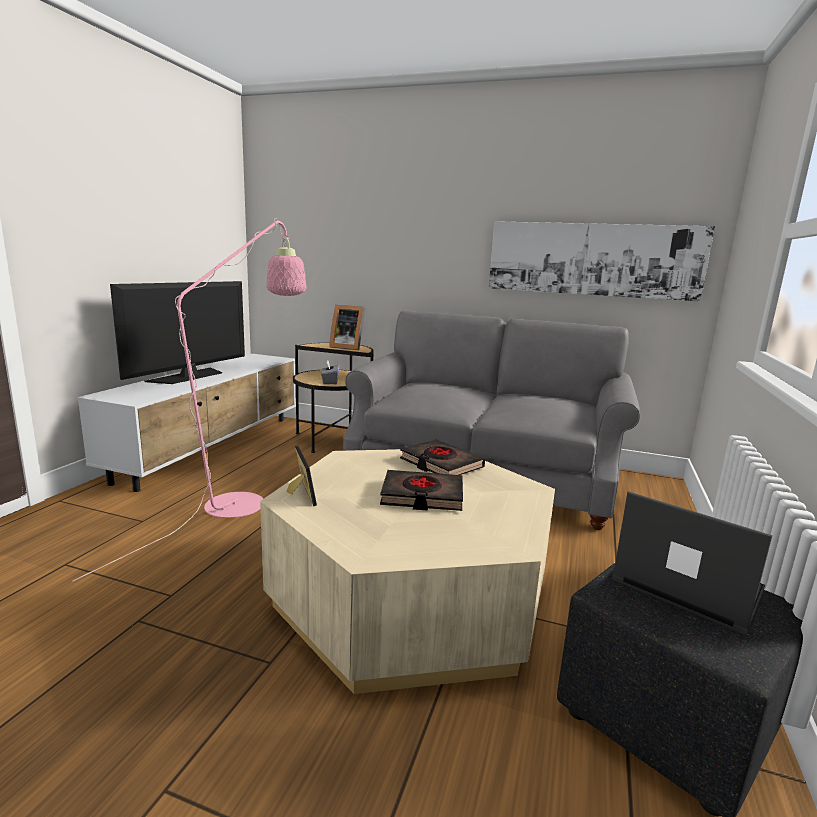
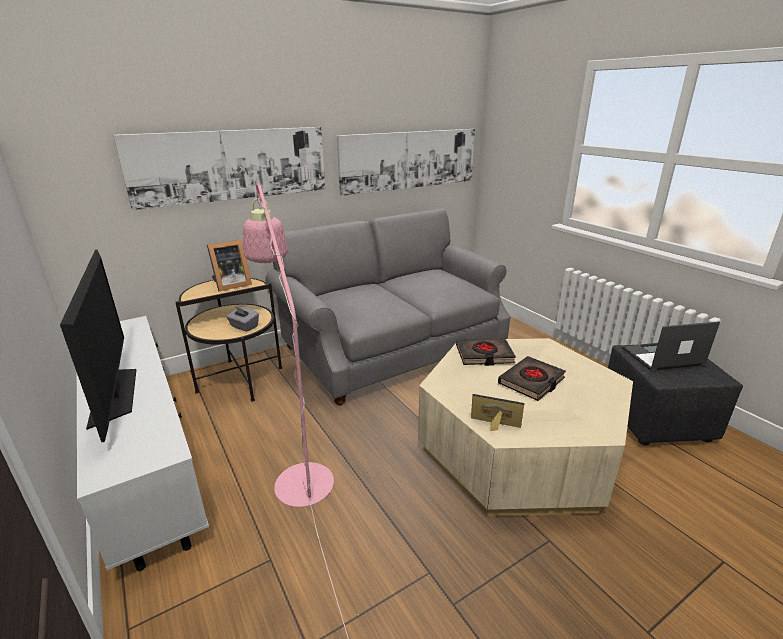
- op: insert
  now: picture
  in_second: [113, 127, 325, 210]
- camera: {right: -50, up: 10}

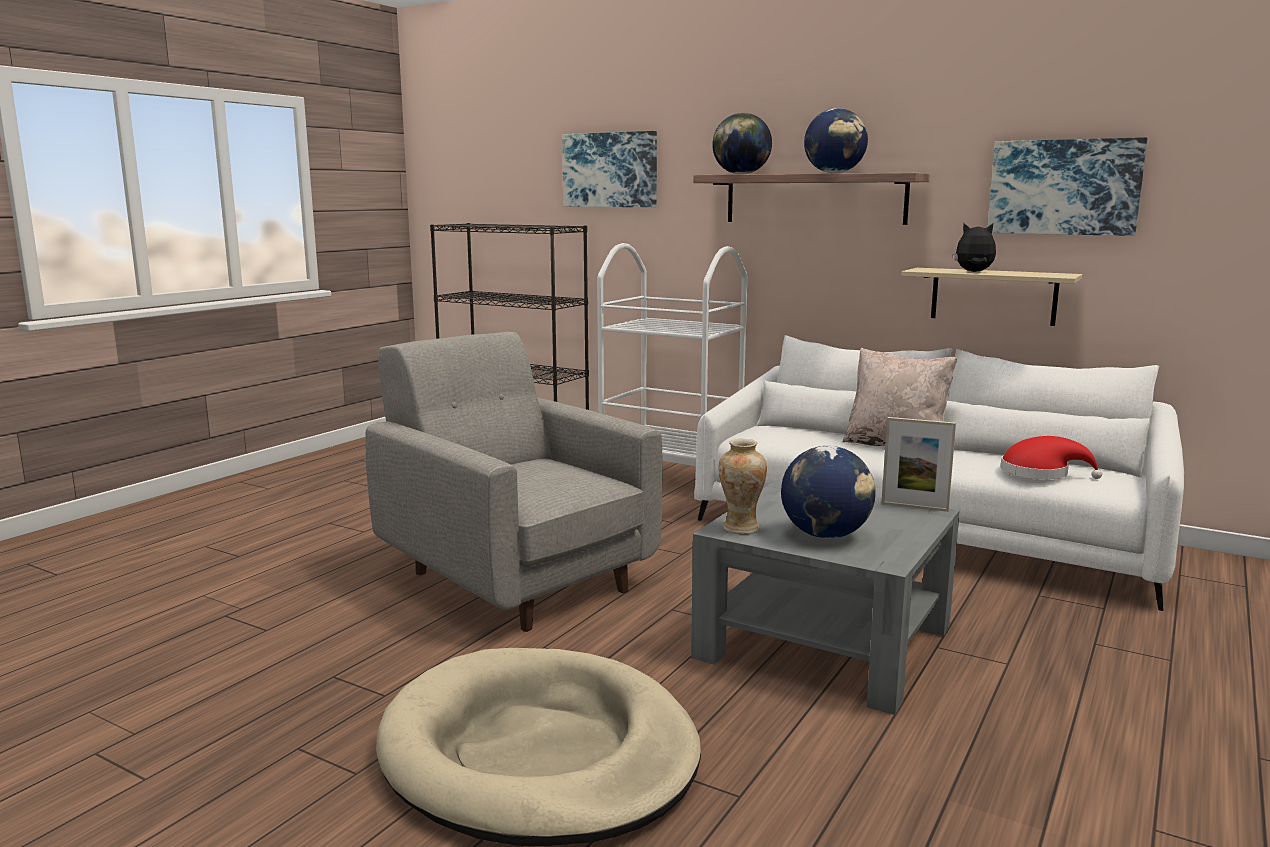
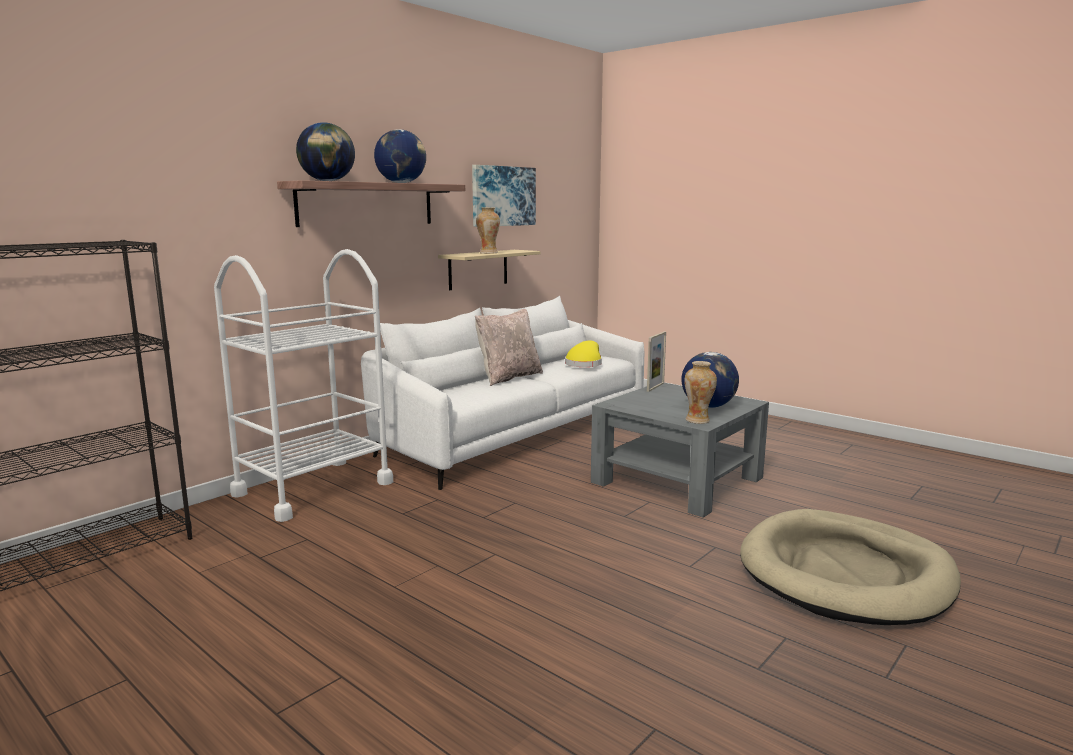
- op: delete
  was: armchair in grey
  in_first: [366, 332, 663, 632]
- op: delete
  was: picture
  in_first: [562, 131, 657, 207]
- op: replace
  was: plush toy
  now: vase
  in_first: [952, 223, 996, 272]
  in_second: [476, 208, 500, 254]
- op: recolor
  was: hat in red
  now: hat in yellow
  in_first: [1000, 436, 1102, 479]
  in_second: [565, 340, 602, 367]
- camera: {right: -80, up: 0}

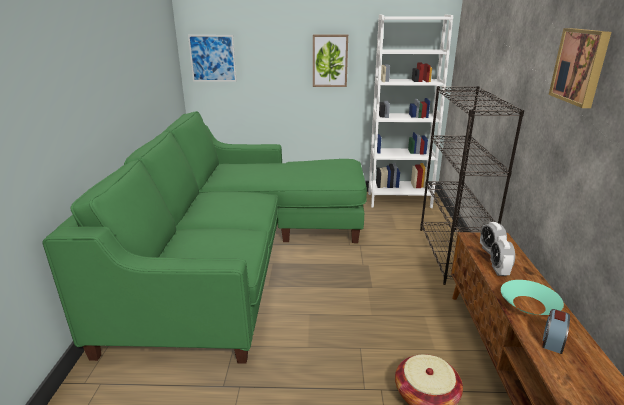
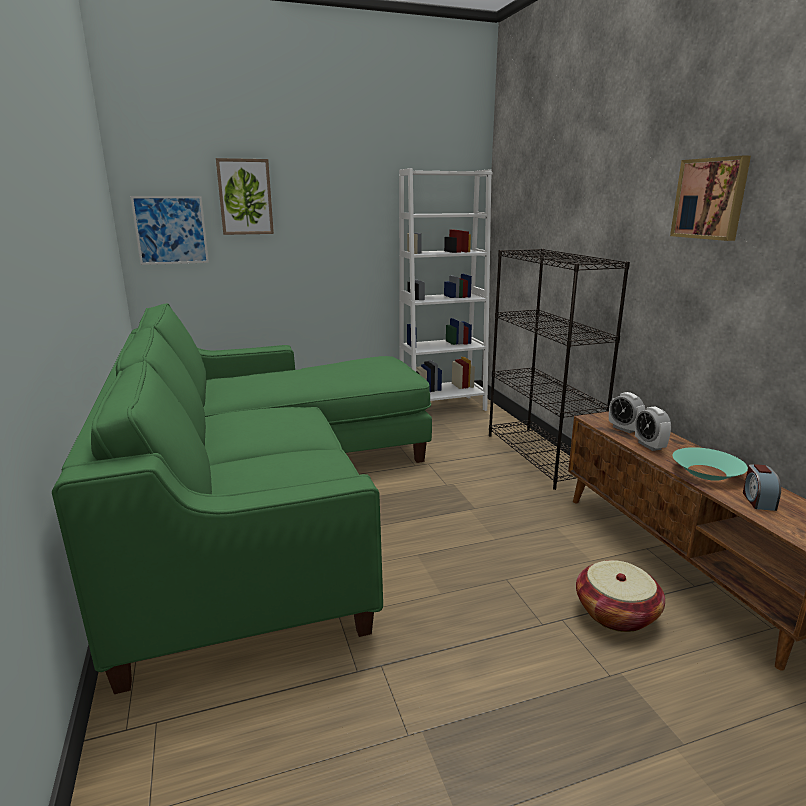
- op: move
  was: picture
  in_first: [313, 35, 348, 87]
  in_second: [216, 158, 274, 235]
- camera: {right: -20, up: -5}

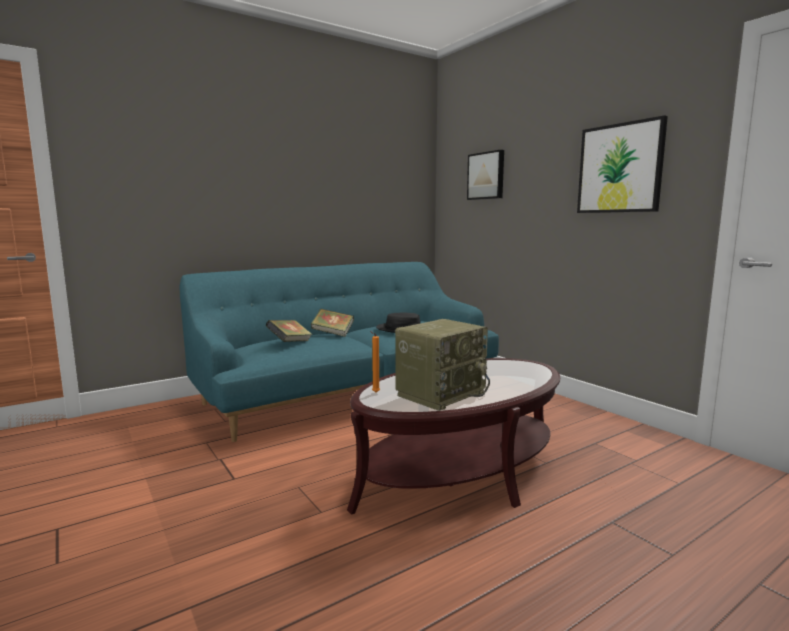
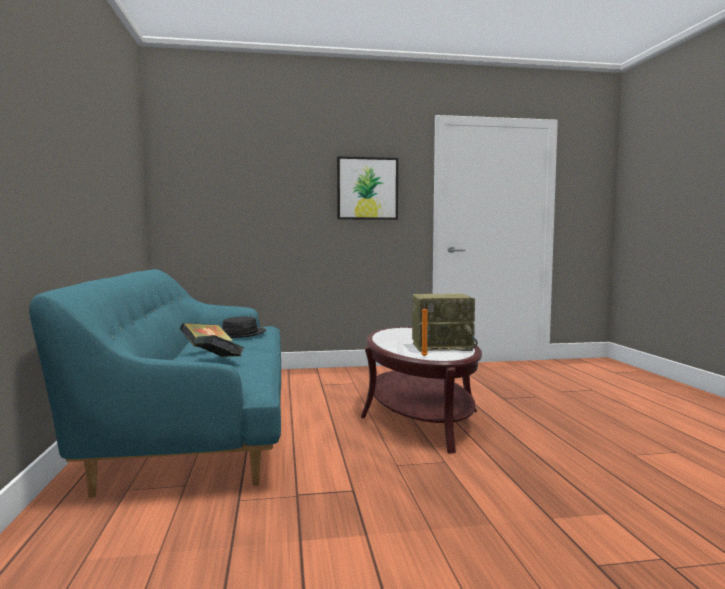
- op: rotate
  was: radio
  in_first: [395, 319, 490, 411]
  in_second: [412, 294, 477, 352]
  clockwise: 105
- op: delete
  was: picture
  in_first: [467, 150, 504, 200]
- camera: {right: -65, up: -5}

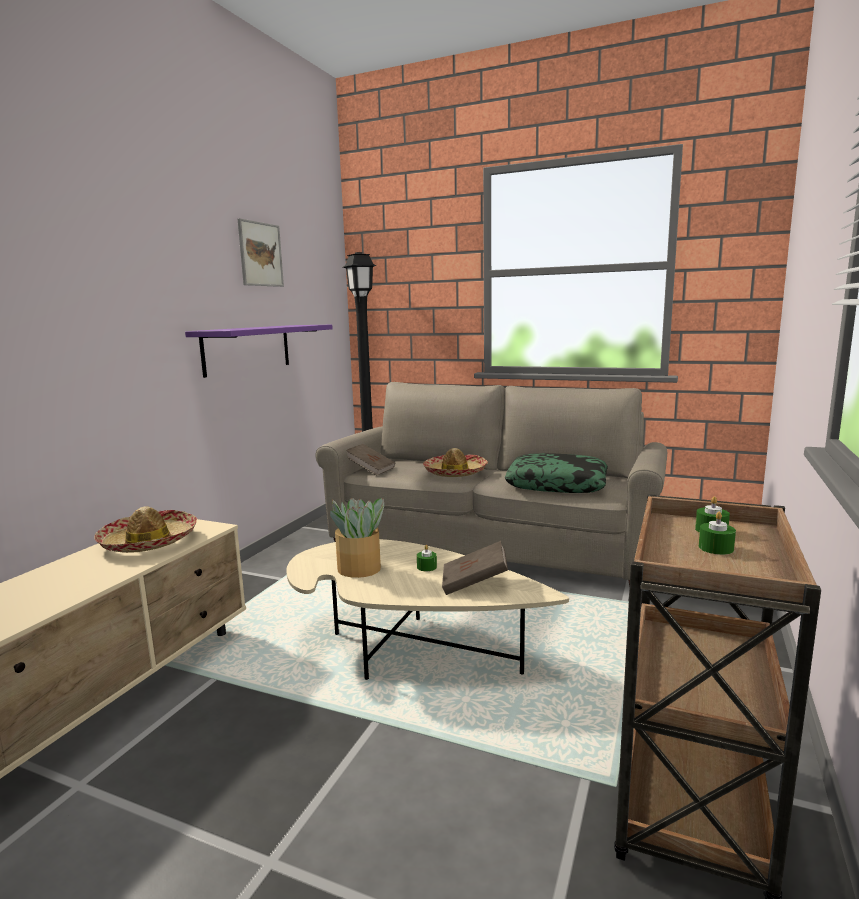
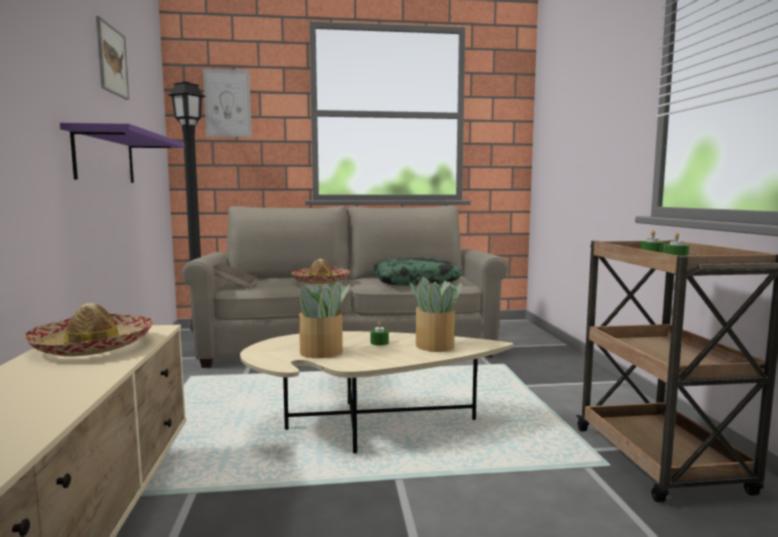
- op: replace
  was: book in brown
  now: potted plant
  in_first: [442, 541, 508, 595]
  in_second: [410, 276, 461, 352]
- op: insert
  now: picture
  in_second: [203, 69, 252, 137]
- camera: {right: -30, up: -5}

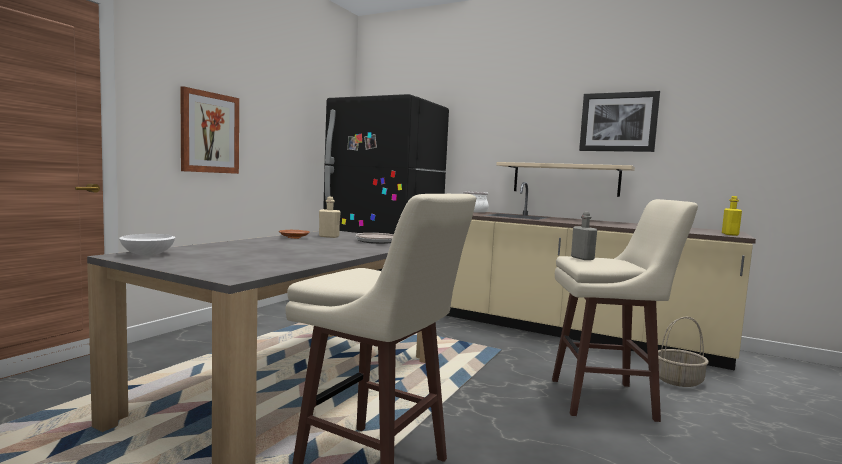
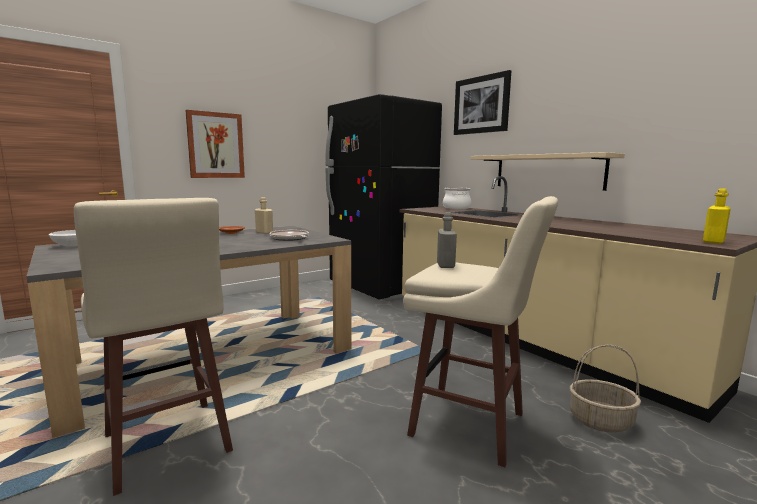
- op: move
  was: picture
  in_first: [579, 91, 660, 152]
  in_second: [454, 70, 511, 135]
- camera: {right: 25, up: 5}

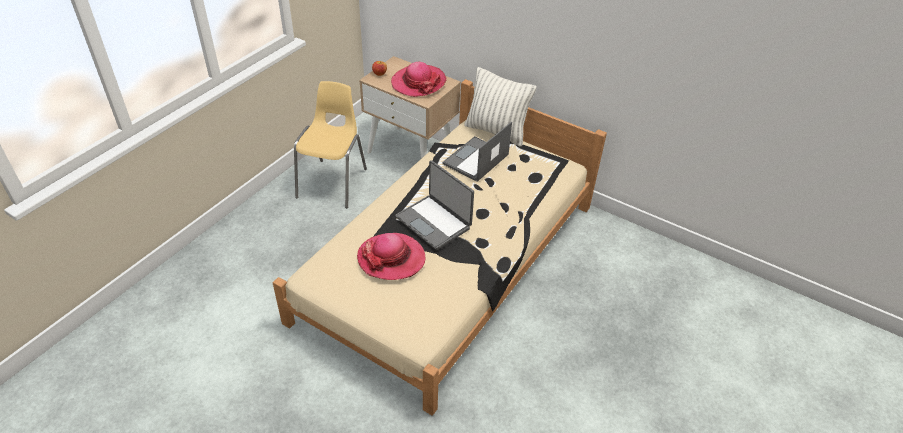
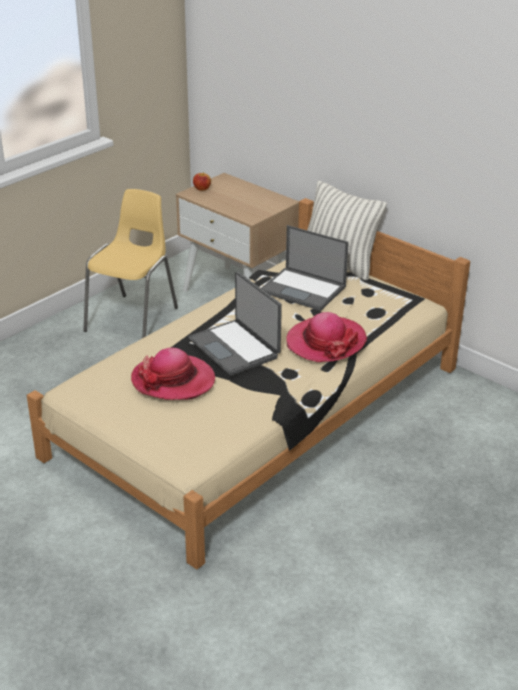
- op: move
  was: hat
  in_first: [391, 62, 447, 97]
  in_second: [286, 312, 367, 362]
- op: rotate
  was: laptop
  in_first: [442, 121, 512, 182]
  in_second: [261, 225, 349, 311]
  clockwise: -105
- camera: {right: 10, up: -10}

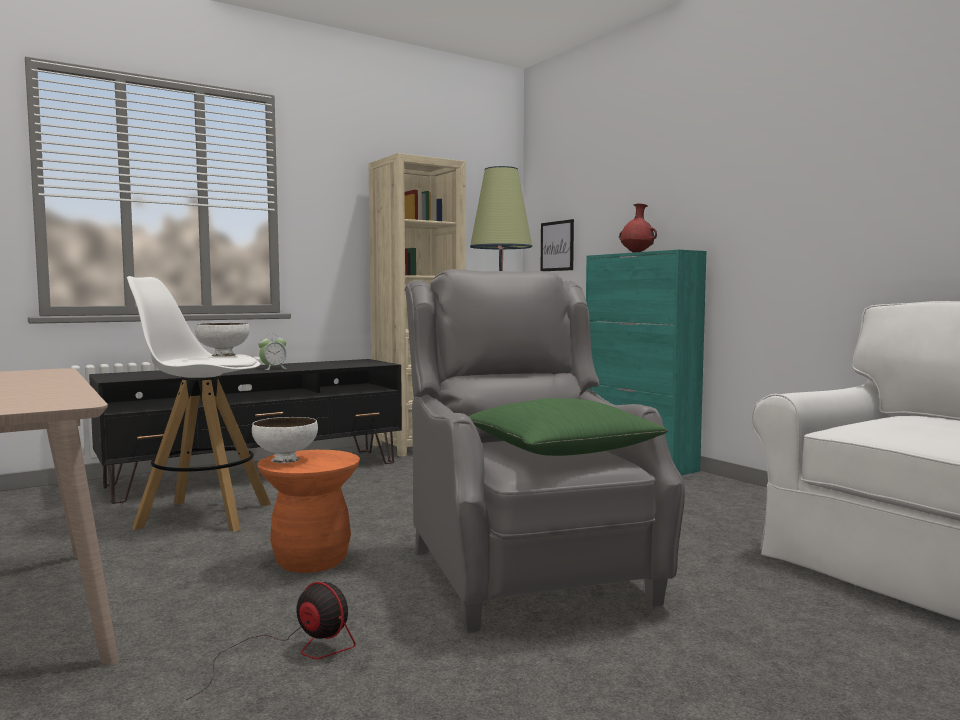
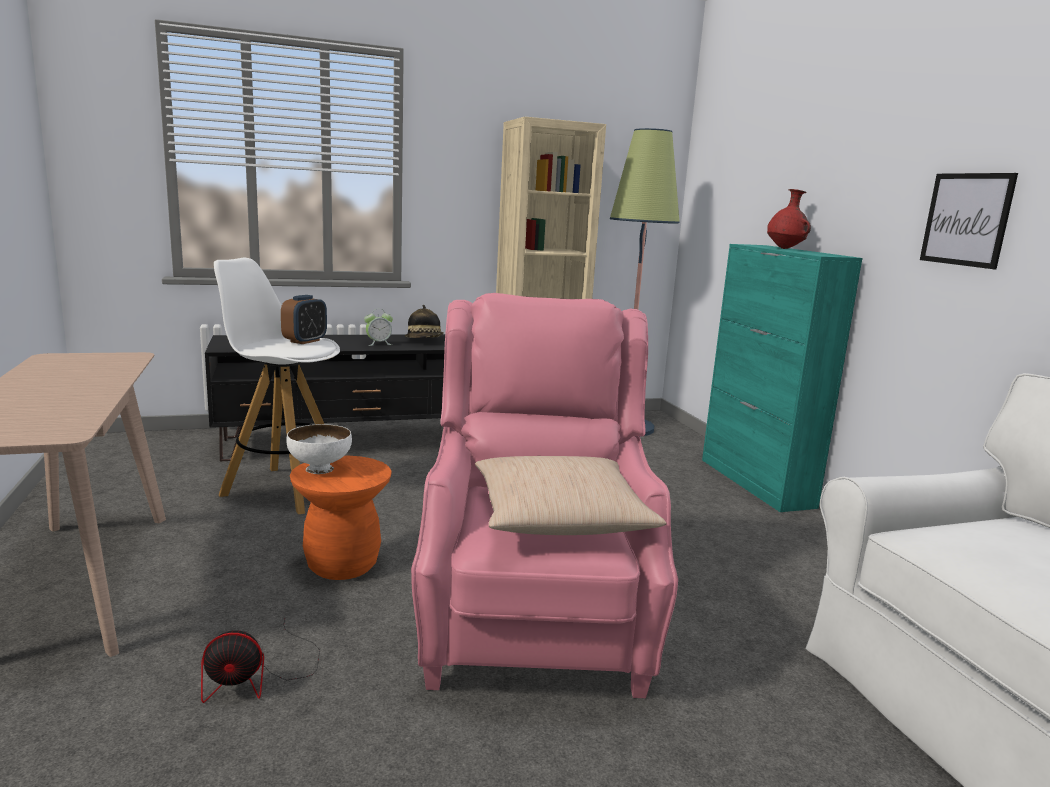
- op: rotate
  was: fan
  in_first: [186, 582, 355, 700]
  in_second: [201, 619, 320, 703]
  clockwise: 120
- op: replace
  was: bowl in white
  now: alarm clock
  in_first: [195, 323, 250, 357]
  in_second: [281, 295, 327, 344]
- op: recolor
  was: armchair in grey
  now: armchair in pink
  in_first: [404, 269, 685, 633]
  in_second: [411, 293, 678, 698]
- op: recolor
  was: pillow in green
  now: pillow in beige
  in_first: [468, 398, 668, 456]
  in_second: [475, 456, 667, 535]
- op: move
  was: picture
  in_first: [541, 219, 574, 271]
  in_second: [920, 173, 1018, 269]
- op: insert
  now: hat
  in_second: [405, 305, 444, 338]
- camera: {right: 15, up: 10}

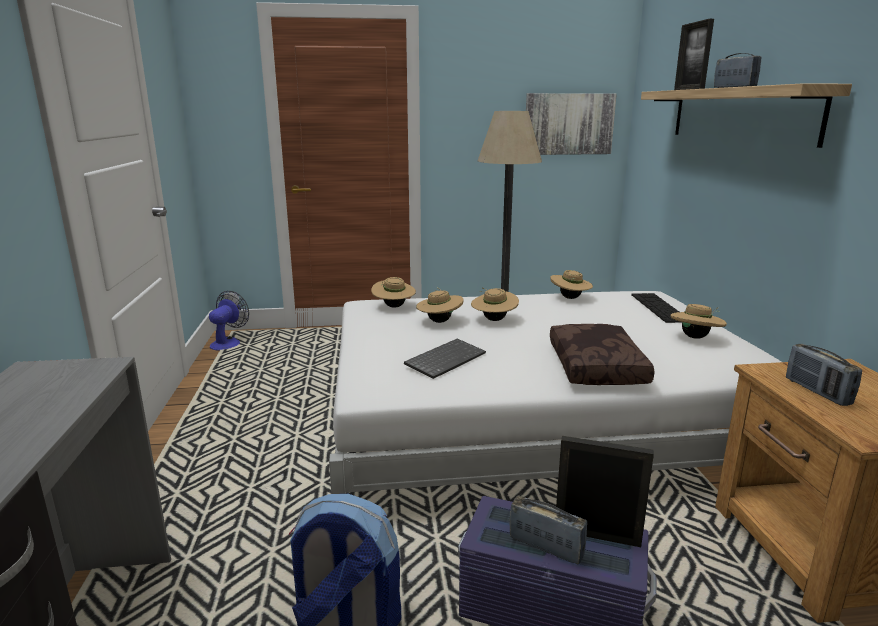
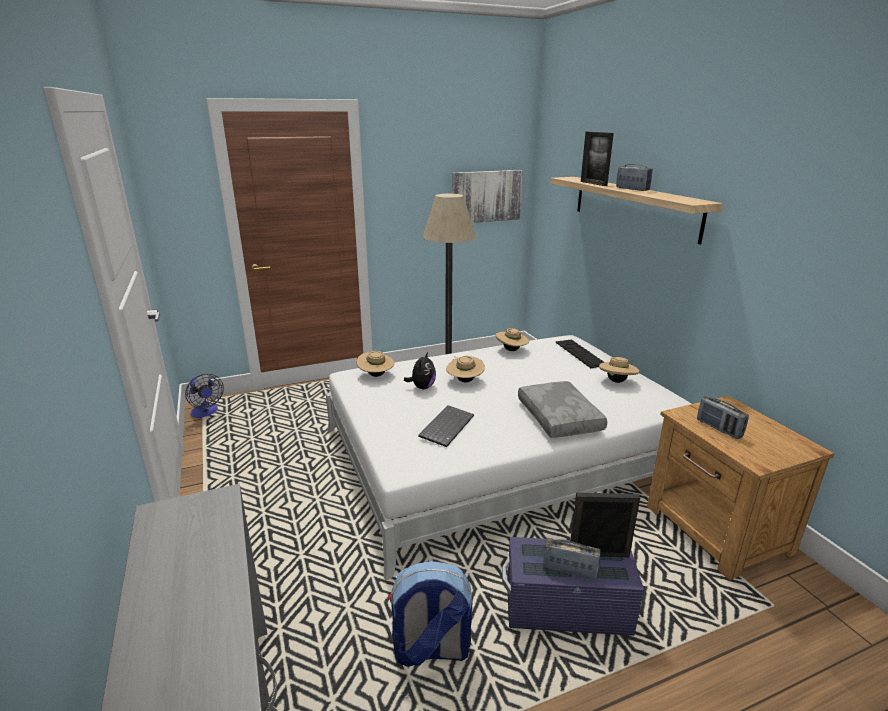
- op: rotate
  was: fan
  in_first: [209, 291, 249, 351]
  in_second: [185, 374, 224, 418]
  clockwise: 135
- op: replace
  was: hat in beige
  now: plush toy
  in_first: [416, 287, 464, 323]
  in_second: [404, 352, 436, 389]
- op: recolor
  was: pillow in brown
  now: pillow in grey
  in_first: [550, 324, 655, 385]
  in_second: [518, 381, 607, 438]
- camera: {right: -15, up: 5}

